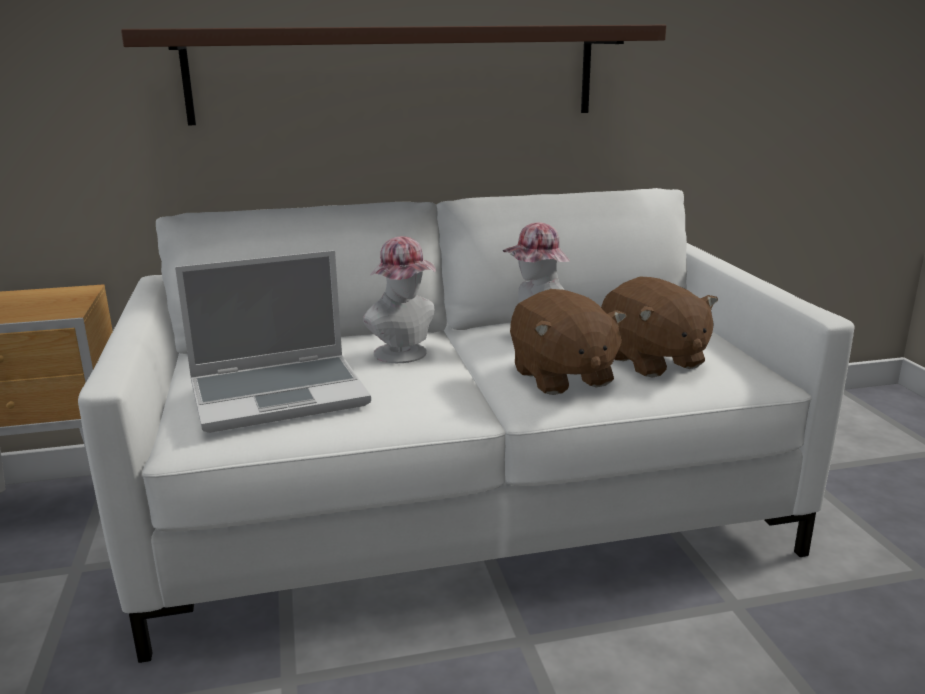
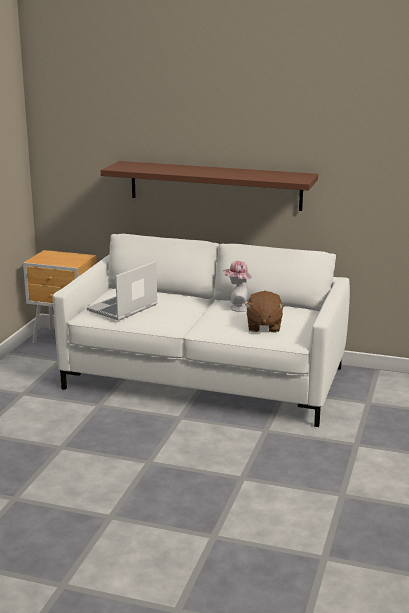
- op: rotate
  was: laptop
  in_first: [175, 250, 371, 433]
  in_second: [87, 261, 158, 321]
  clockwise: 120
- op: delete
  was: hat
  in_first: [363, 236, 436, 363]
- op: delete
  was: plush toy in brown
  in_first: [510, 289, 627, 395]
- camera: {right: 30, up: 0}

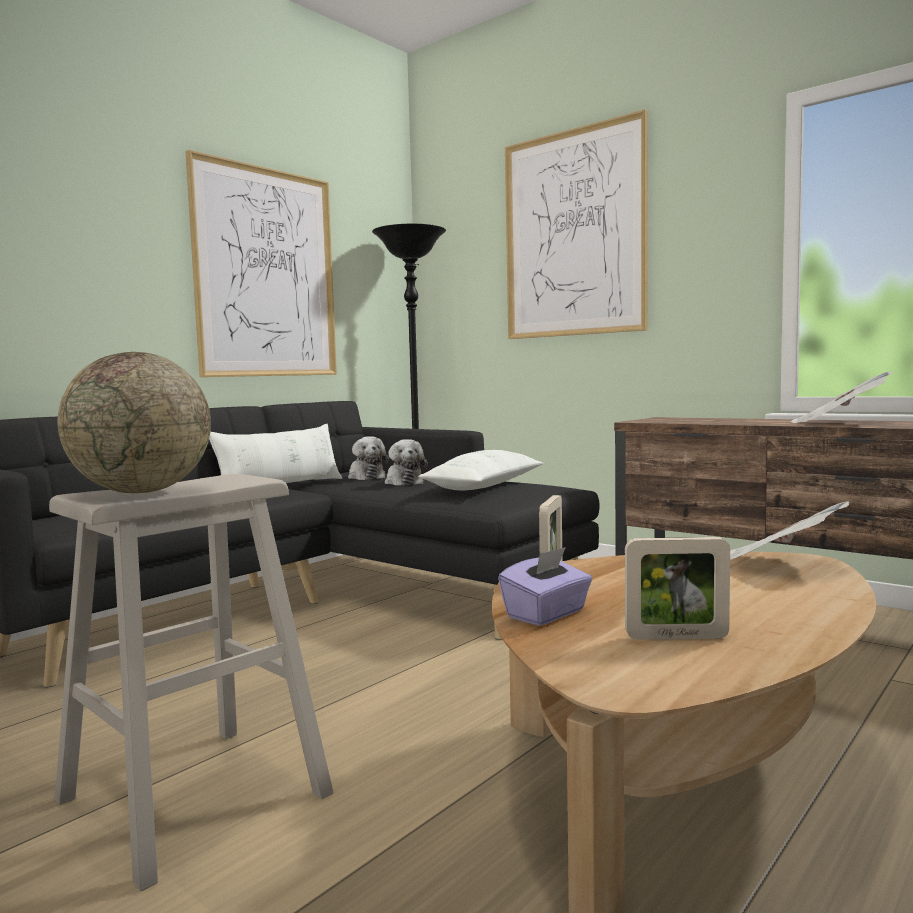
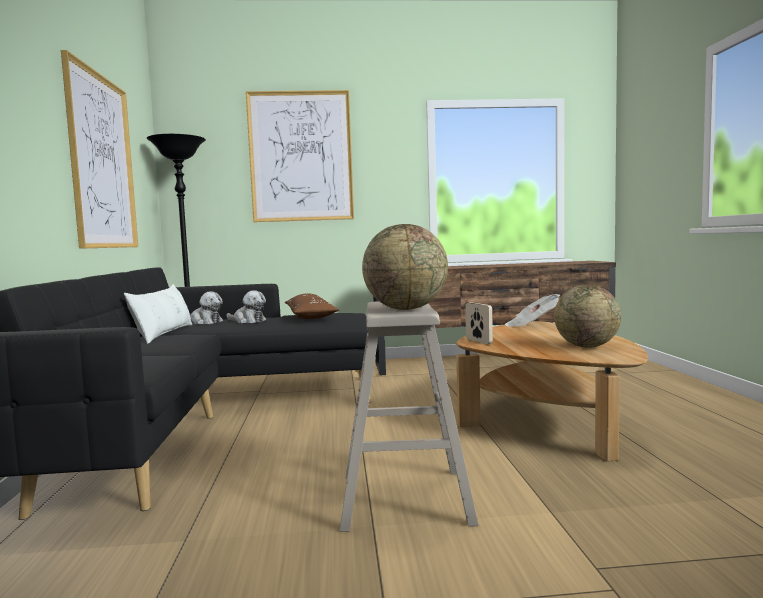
- op: recolor
  was: pillow in white
  now: pillow in brown
  in_first: [418, 450, 543, 490]
  in_second: [285, 293, 339, 319]
- op: delete
  was: tissue box in purple
  in_first: [498, 547, 592, 626]
- op: replace
  was: picture frame
  now: globe
  in_first: [625, 537, 730, 640]
  in_second: [554, 285, 621, 348]
- op: delete
  was: newspaper
  in_first: [791, 371, 894, 423]
- camera: {right: -45, up: 0}

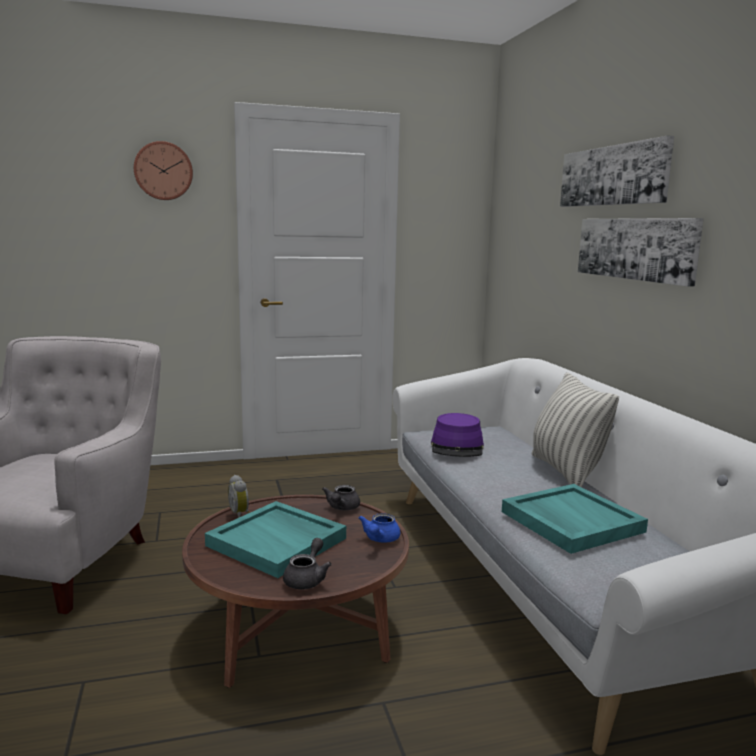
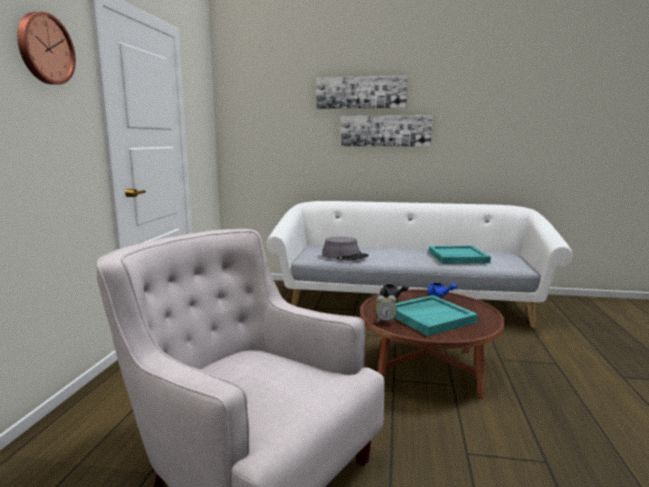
- op: delete
  was: teapot in grey
  in_first: [283, 538, 332, 589]
- op: recolor
  was: hat in purple
  now: hat in grey
  in_first: [431, 413, 484, 457]
  in_second: [322, 237, 369, 261]
- op: delete
  was: pillow
  in_first: [532, 372, 619, 487]
- camera: {right: -65, up: 0}

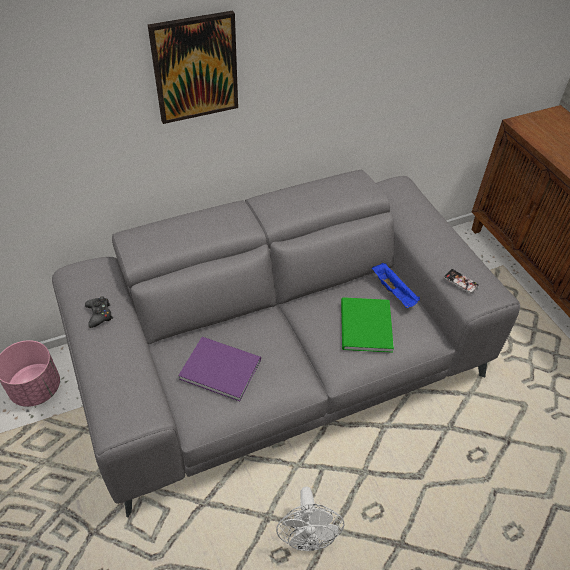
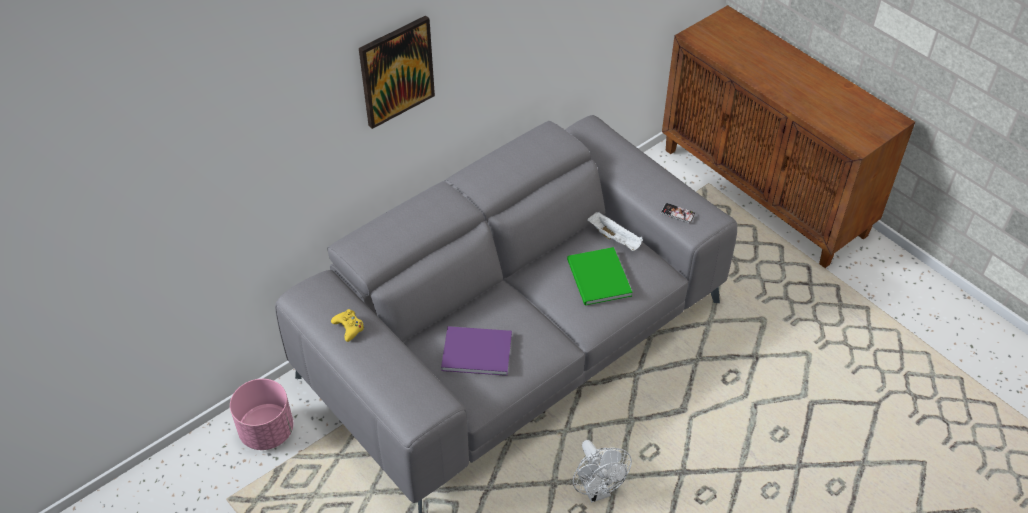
- op: recolor
  was: game controller in black
  now: game controller in yellow
  in_first: [85, 296, 113, 328]
  in_second: [331, 309, 365, 342]
- op: recolor
  was: tray in blue
  now: tray in white
  in_first: [372, 263, 420, 308]
  in_second: [588, 212, 643, 251]
- camera: {right: -15, up: 0}

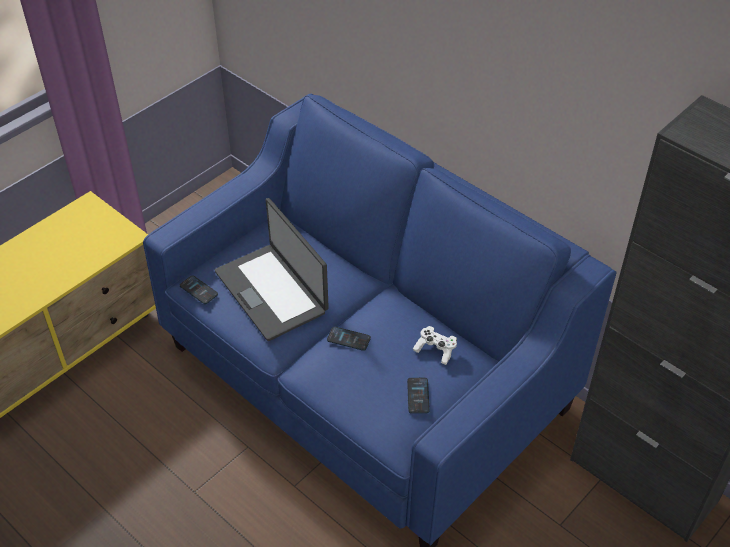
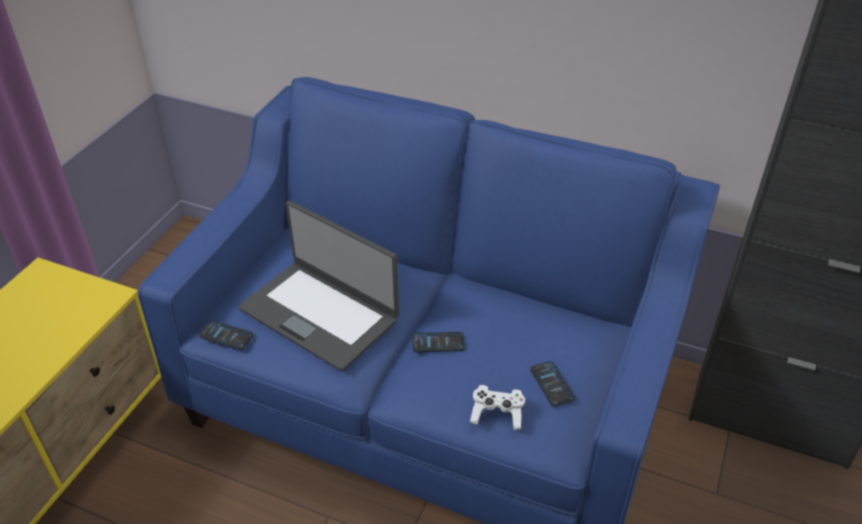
- op: move
  was: game controller in white
  in_first: [413, 326, 457, 365]
  in_second: [470, 385, 525, 430]
- camera: {right: -20, up: -5}

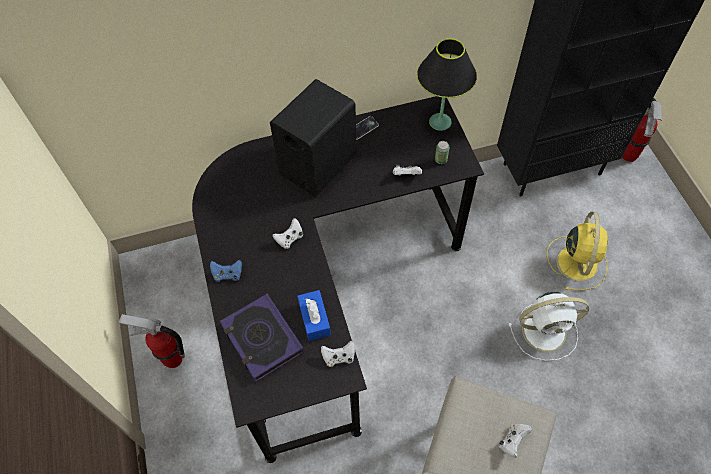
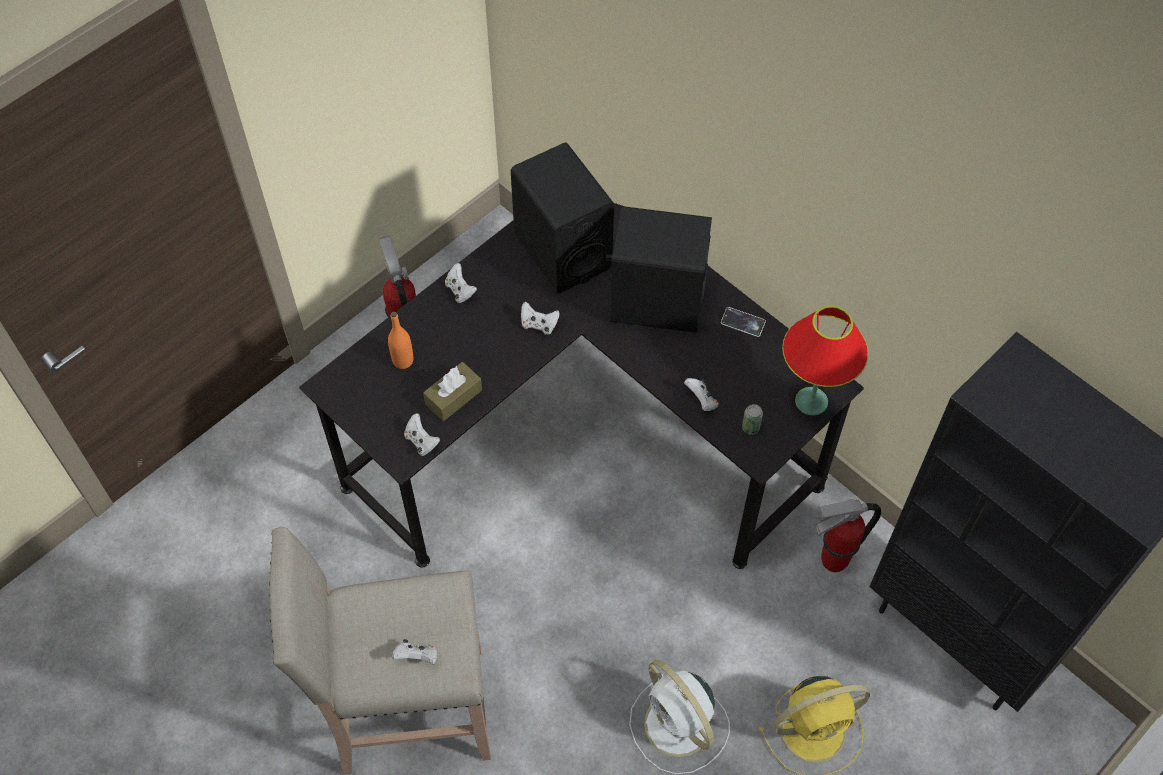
- op: recolor
  was: game controller in blue
  now: game controller in white
  in_first: [210, 260, 242, 282]
  in_second: [445, 263, 477, 303]
- op: replace
  was: book
  now: bottle in orange
  in_first: [220, 294, 304, 382]
  in_second: [388, 312, 413, 369]
- op: recolor
  was: tissue box in blue
  now: tissue box in brown
  in_first: [297, 290, 331, 341]
  in_second: [423, 362, 482, 421]
- op: recolor
  was: table lamp in black
  now: table lamp in red
  in_first: [417, 38, 477, 131]
  in_second: [782, 306, 868, 415]
- op: move
  was: fire extinguisher
  in_first: [622, 98, 662, 162]
  in_second: [814, 499, 881, 572]
- op: insert
  now: speaker in black
  in_second: [511, 143, 614, 293]
- camera: {right: 60, up: 0}

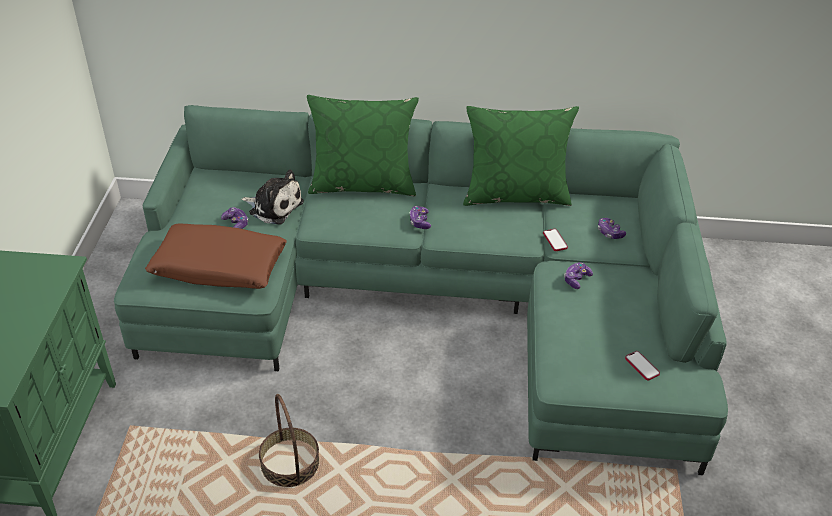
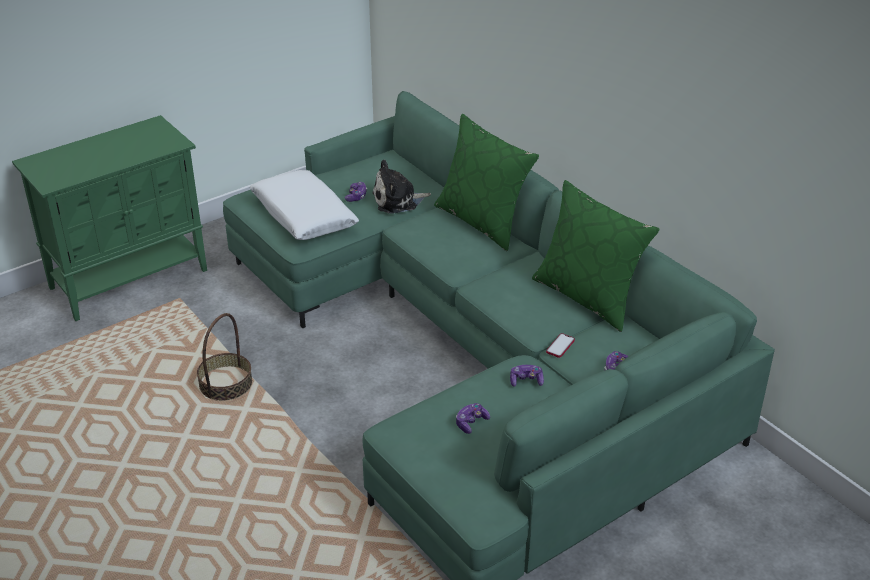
- op: recolor
  was: pillow in brown
  now: pillow in white
  in_first: [145, 223, 287, 289]
  in_second: [250, 170, 359, 240]
- op: rotate
  was: plush toy
  in_first: [241, 169, 304, 225]
  in_second: [372, 159, 431, 214]
  clockwise: 90
- op: move
  was: game controller
  in_first: [409, 206, 431, 229]
  in_second: [456, 403, 490, 434]
- op: delete
  was: phone
  in_first: [625, 351, 660, 381]
- camera: {right: 50, up: -5}

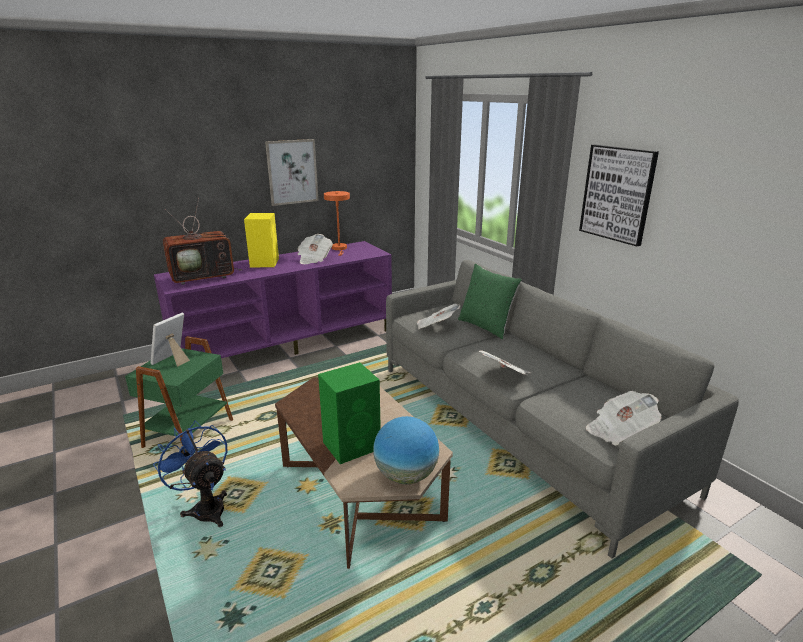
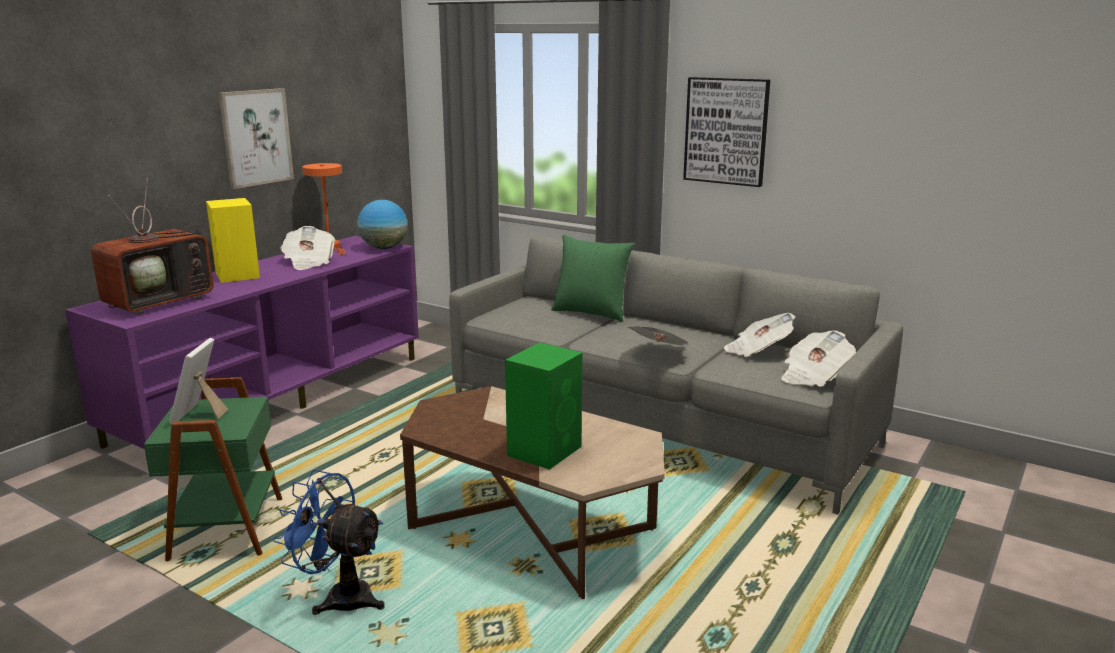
- op: move
  was: globe
  in_first: [373, 416, 439, 484]
  in_second: [357, 200, 408, 249]
- op: move
  was: newspaper
  in_first: [417, 303, 460, 329]
  in_second: [724, 313, 796, 357]
- camera: {right: -25, up: -5}

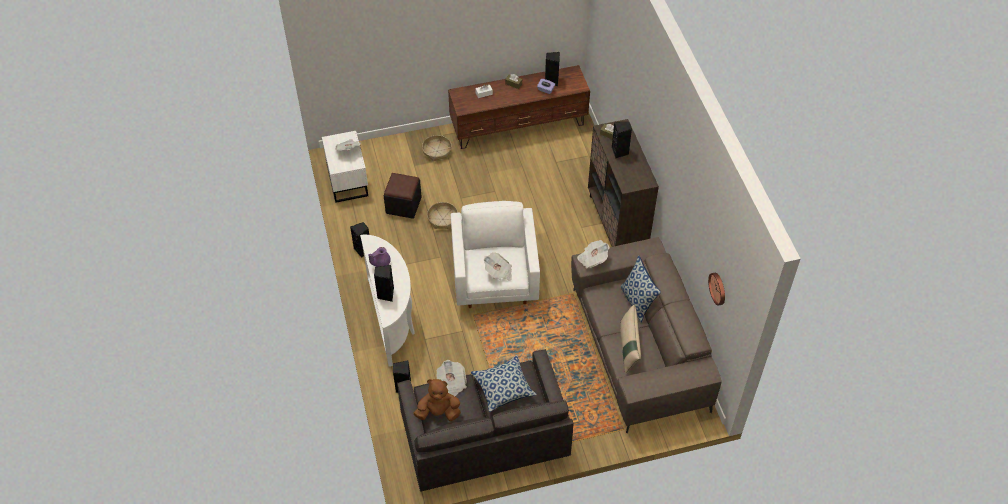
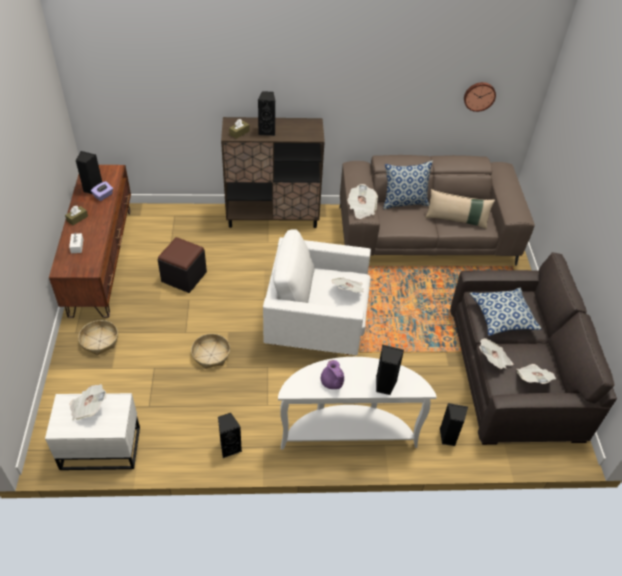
- op: move
  was: ottoman in black
  in_first: [384, 173, 422, 219]
  in_second: [158, 237, 207, 293]
- op: replace
  was: plush toy in brown
  now: newspaper
  in_first: [414, 379, 461, 421]
  in_second: [516, 364, 556, 384]
- camera: {right: -80, up: -5}

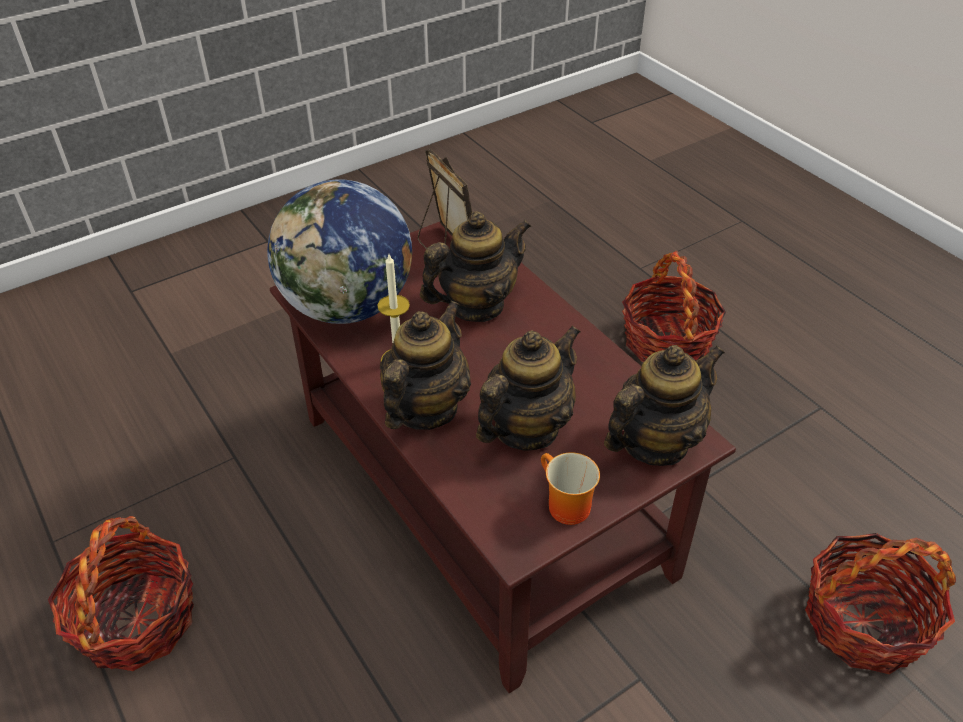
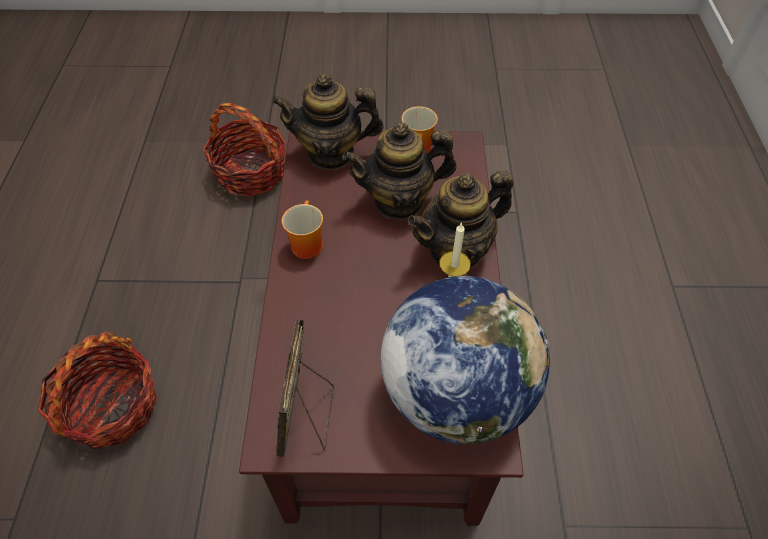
- op: delete
  was: basket
  in_first: [48, 516, 194, 671]
- op: delete
  was: teapot
  in_first: [420, 211, 532, 322]
- op: insert
  now: mug
  in_second: [282, 201, 323, 259]
- camera: {right: -145, up: 10}

